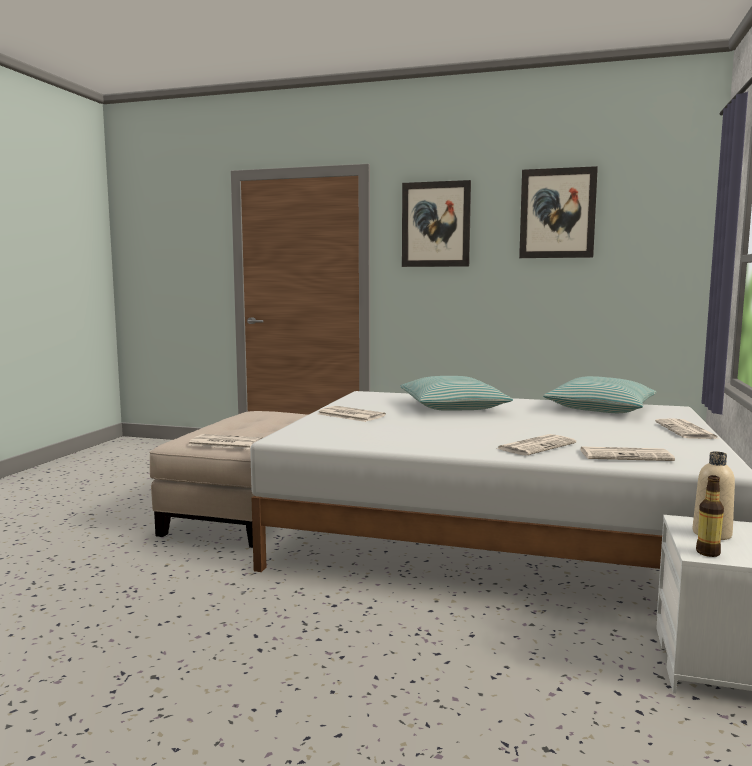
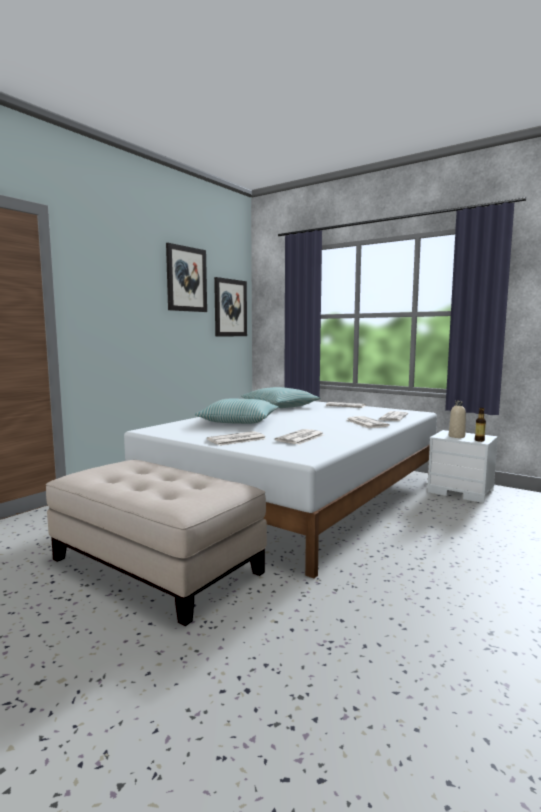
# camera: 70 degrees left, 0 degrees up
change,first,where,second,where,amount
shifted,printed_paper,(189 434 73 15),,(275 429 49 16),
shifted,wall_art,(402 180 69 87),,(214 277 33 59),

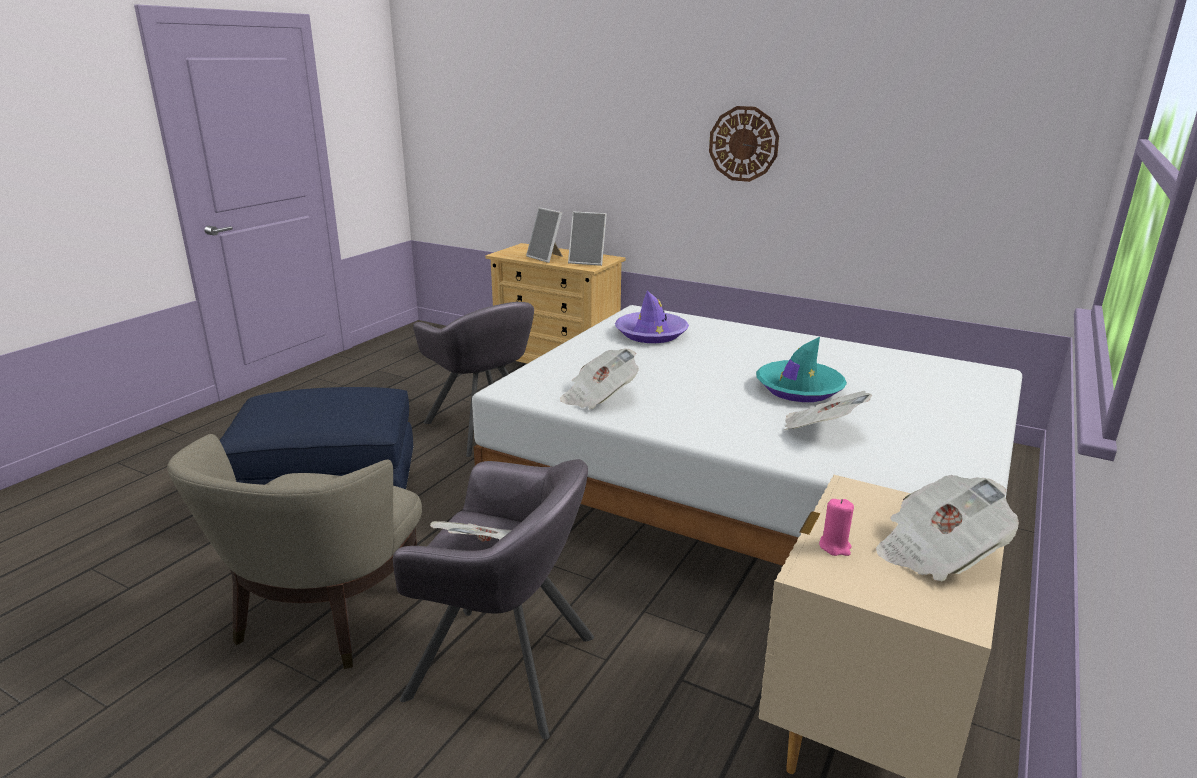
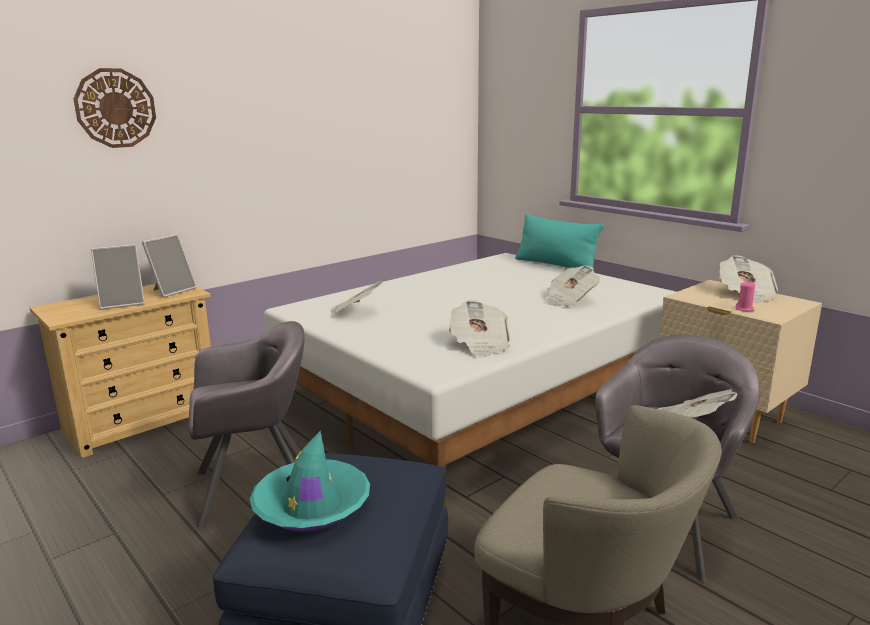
# camera: 70 degrees left, 5 degrees down
change,first,where,second,where,amount
swapped,purplish_wearable_hat,(615 291 74 52),printed_paper,(330 281 53 34),
shifted,hanging_clock,(709 106 70 76),,(73 68 83 80),
shifted,blue-green_wearable_hat,(756 337 91 65),,(250 431 120 101),
new,,,blue-green_throw_pillow,(515 214 89 57),

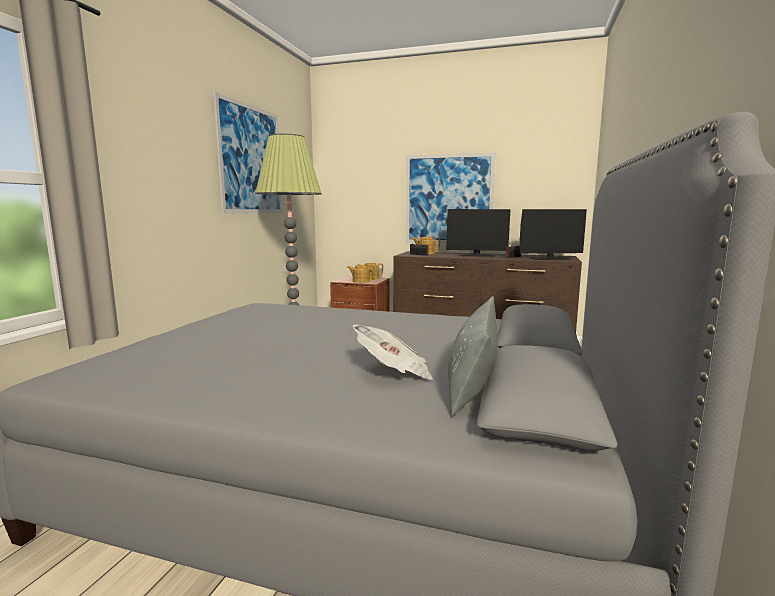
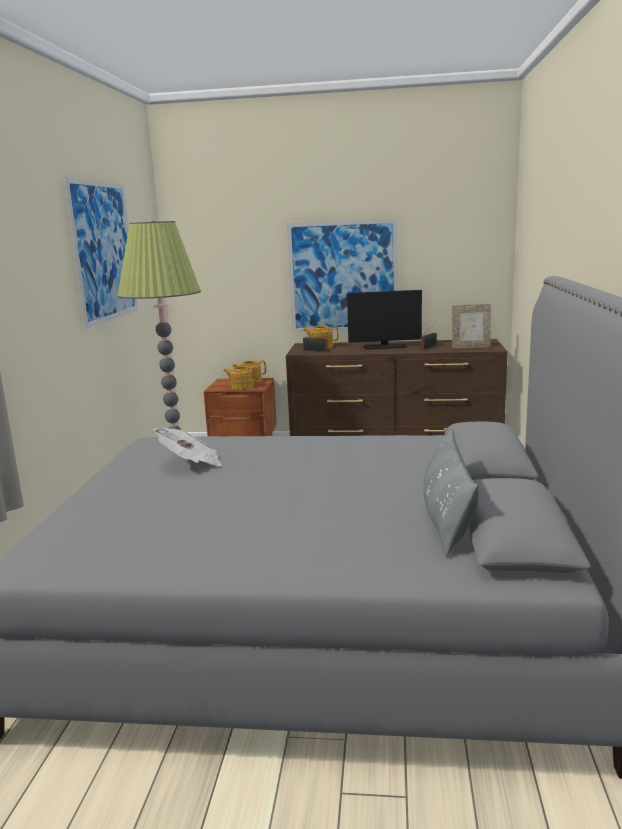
# camera: 10 degrees left, 5 degrees up
change,first,where,second,where,amount
shifted,printed_paper,(352 325 81 55),,(153 428 69 38),
swapped,monitor,(520 209 67 51),photo_frame,(452 304 39 45),

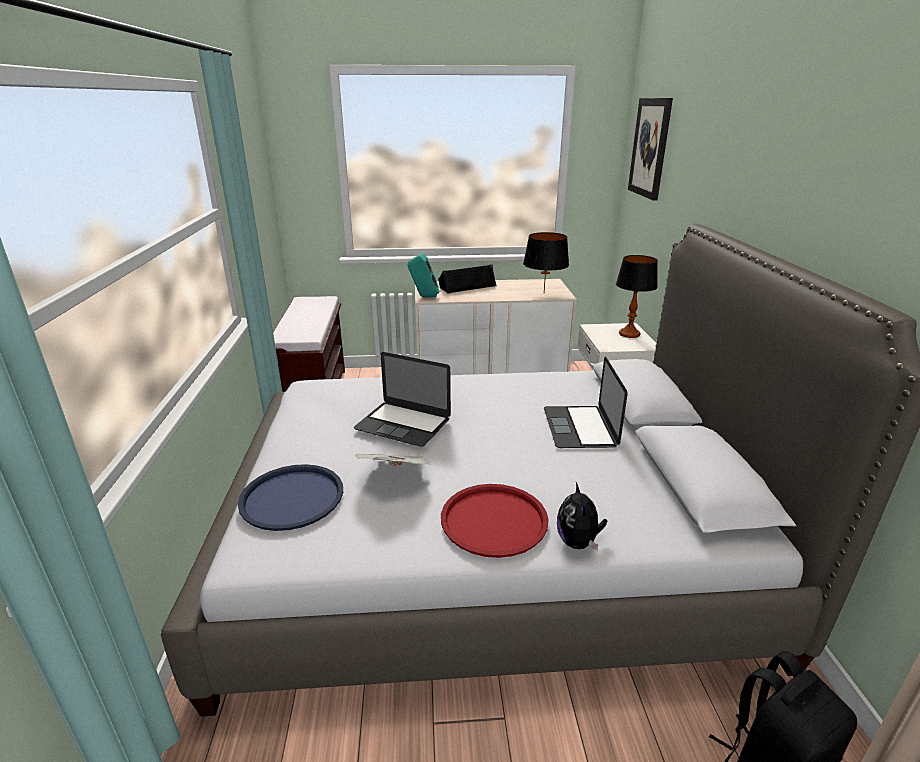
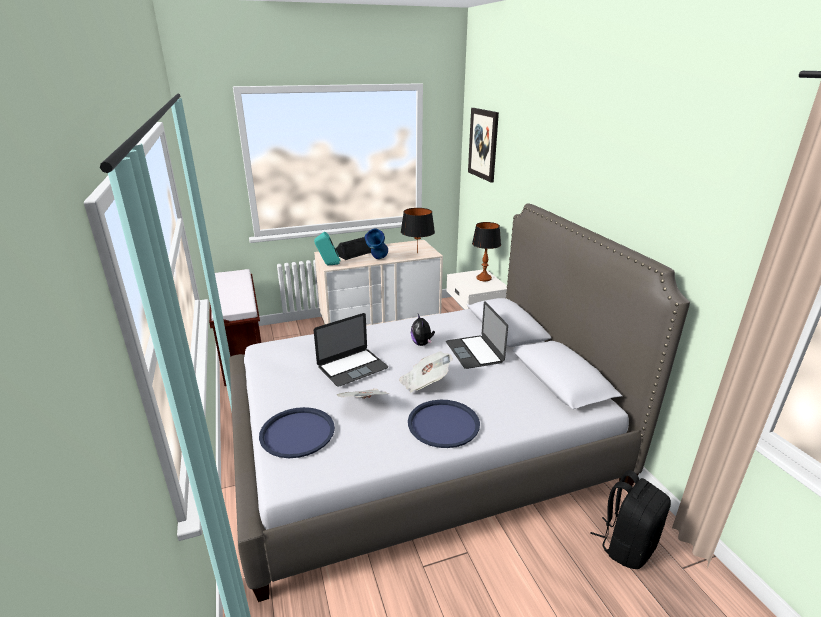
# camera: 15 degrees left, 0 degrees up
change,first,where,second,where,amount
rotated,notebook_computer,(354 352 97 95),,(314 313 74 74),45 degrees counterclockwise
repainted,red-coloured_tray,(441 484 108 74),blue-coloured_tray,(408 400 72 48),
shifted,cuddly_toy,(557 482 50 68),,(411 314 24 32),
new,,,blue-coloured_flower_vase,(365 228 23 31),
new,,,printed_paper,(399 351 54 42),

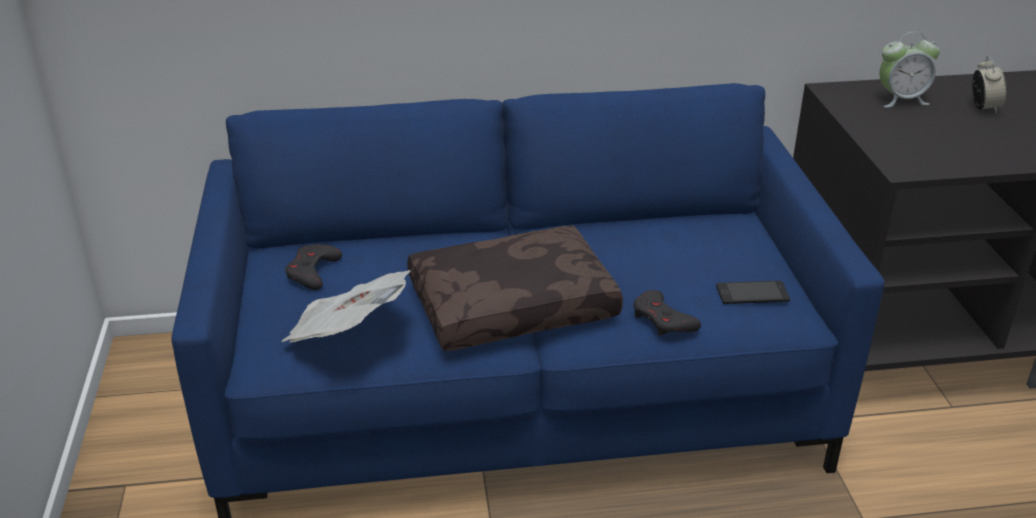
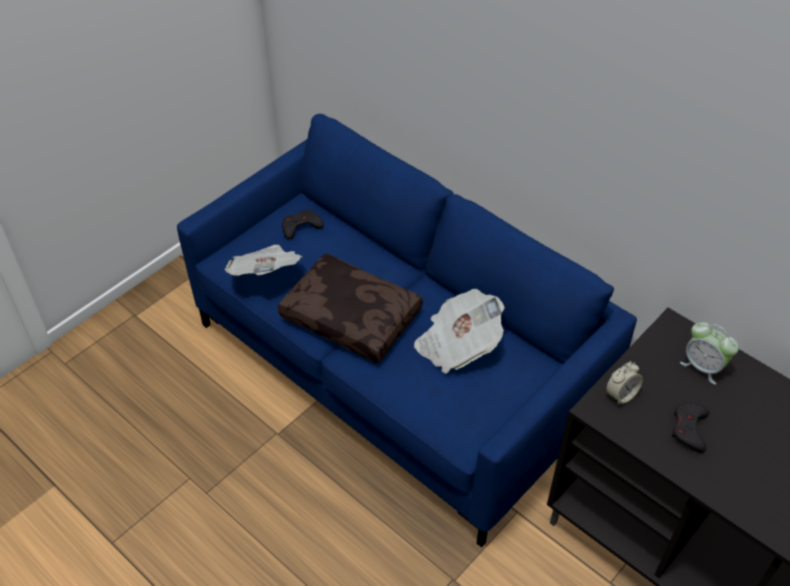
# camera: 50 degrees right, 15 degrees up
change,first,where,second,where,amount
shifted,blackish_gamepad,(633 290 68 46),,(672 403 37 50),
gone,telephone,(716 281 74 23),,,
shifted,table_clock,(972 56 34 58),,(606 361 37 44),
new,,,printed_paper,(414 289 91 85),

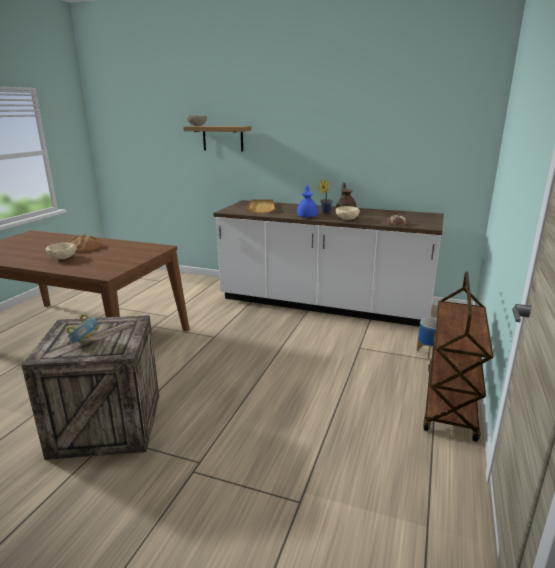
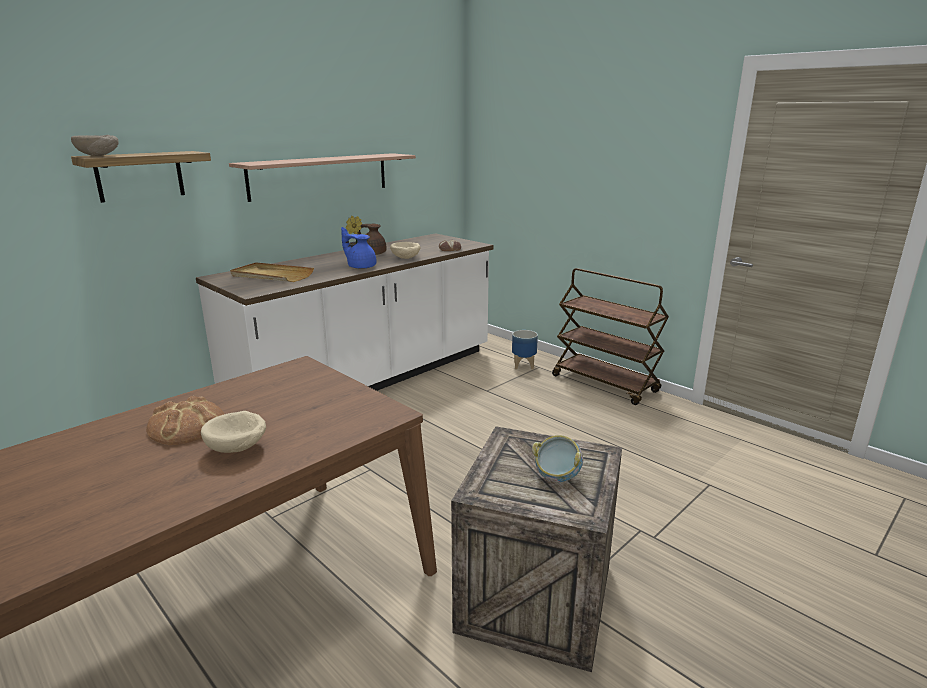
# camera: 65 degrees left, 0 degrees up
change,first,where,second,where,amount
new,,,wall_shelf,(229 153 187 49),

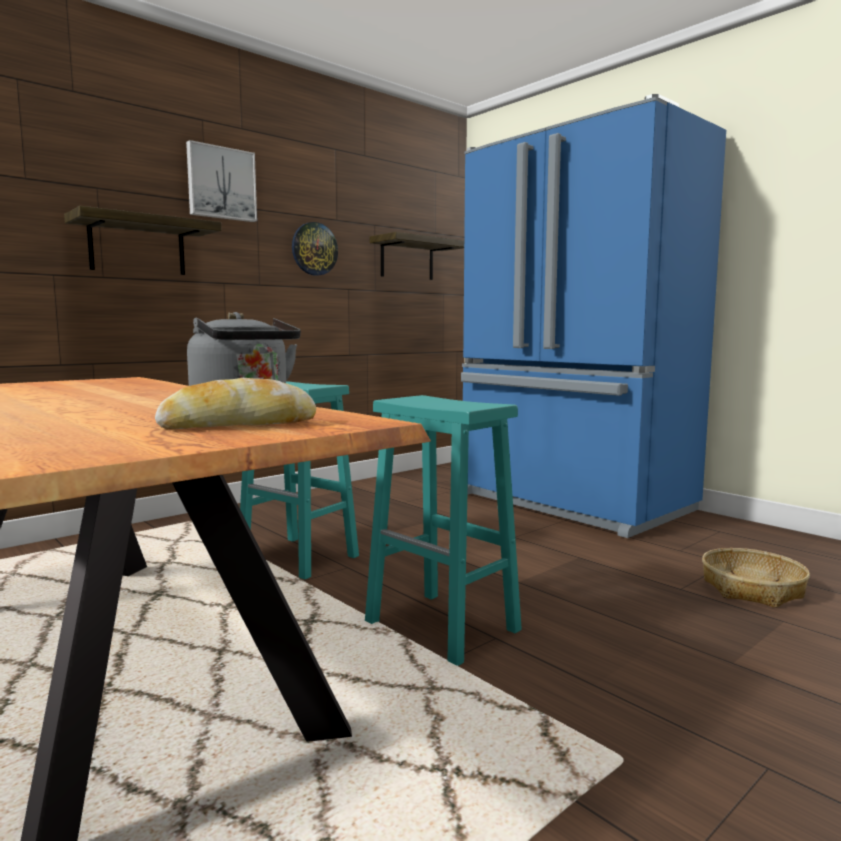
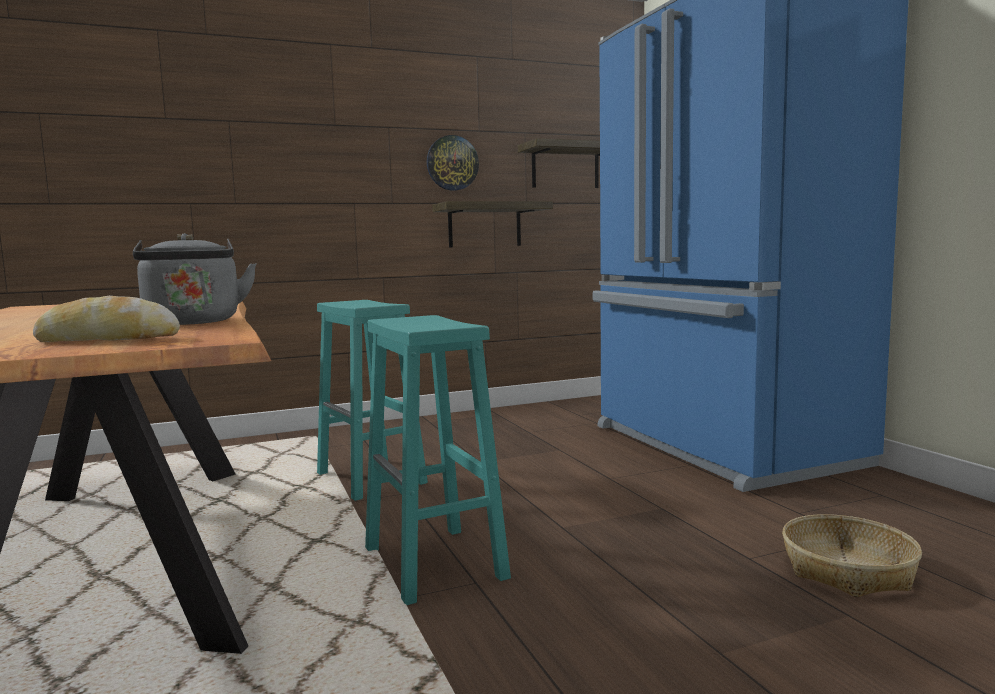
# camera: 20 degrees right, 0 degrees up
change,first,where,second,where,amount
shifted,wall_shelf,(64 206 158 69),,(432 201 121 46),
gone,wall_art,(186 140 71 82),,,

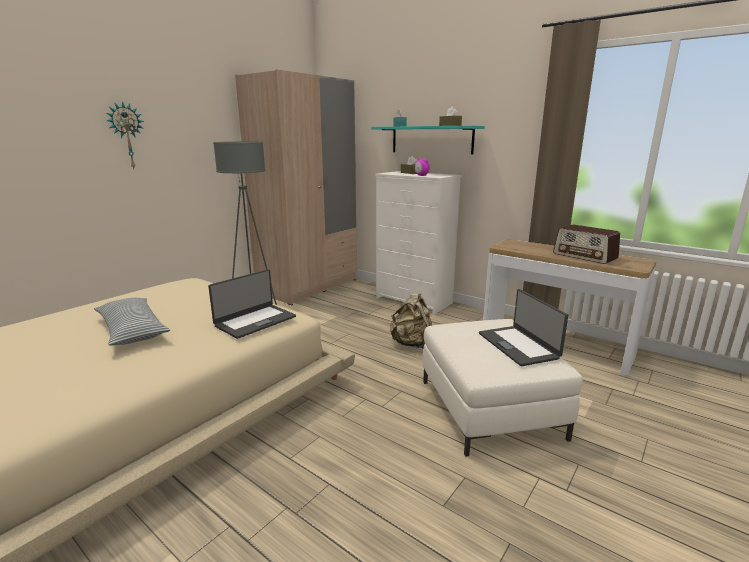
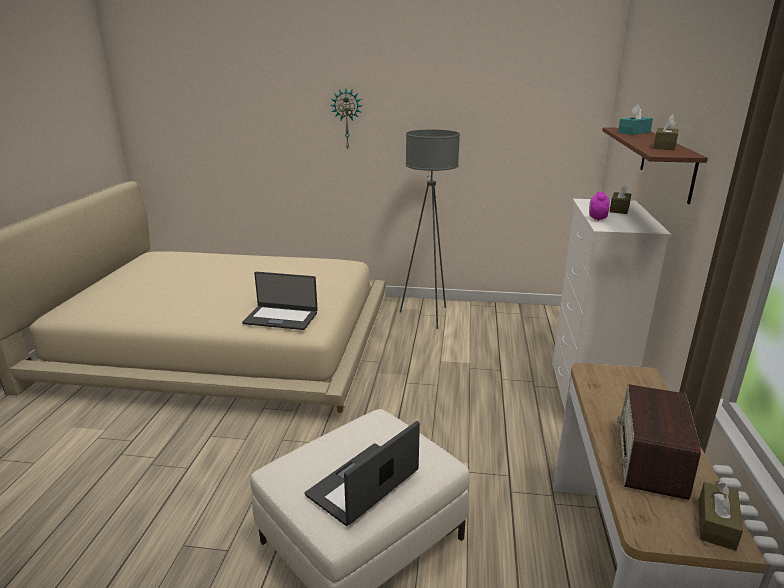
# camera: 60 degrees right, 5 degrees up
change,first,where,second,where,amount
gone,throw_pillow,(94 298 76 48),,,
gone,beige_clothes_cupboard,(235 69 122 236),,,
repainted,blue-green_wall_shelf,(371 126 114 29),brownish_wall_shelf,(602 127 106 77),
gone,beige_knapsack,(390 293 42 55),,,
new,,,brownish_box_of_tissues,(699 481 44 70),

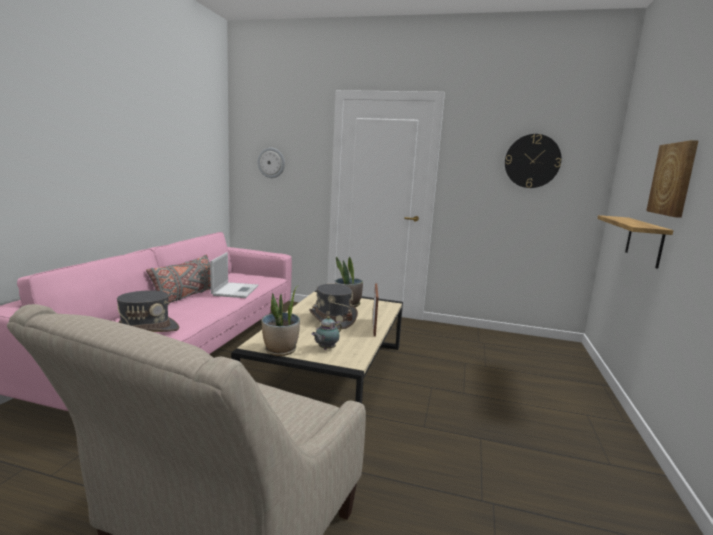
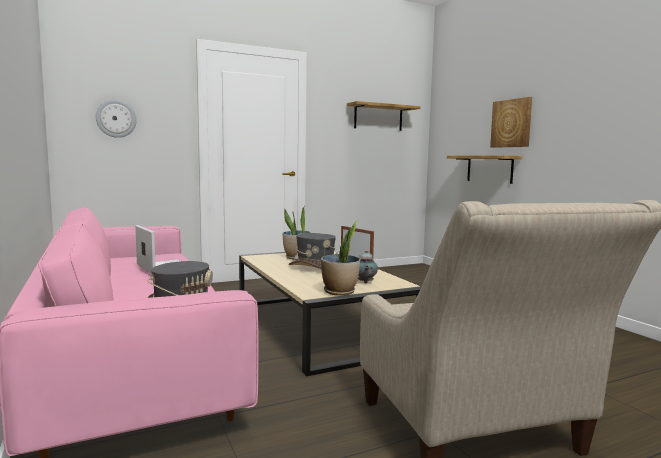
# camera: 40 degrees left, 5 degrees down
change,first,where,second,where,amount
gone,greyish_throw_pillow,(146 255 65 48),,,
swapped,hanging_clock,(505 134 57 54),wall_shelf,(347 101 74 30),

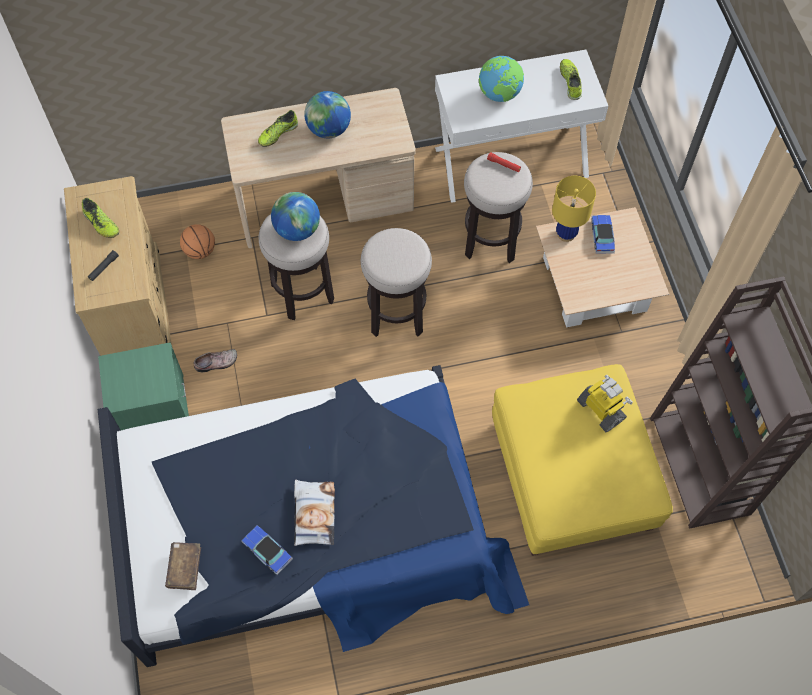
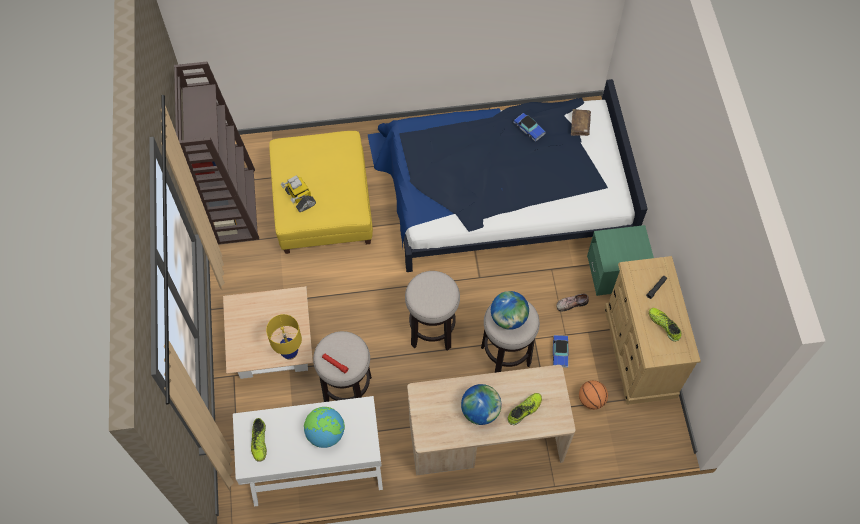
# camera: 175 degrees left, 0 degrees up
change,first,where,second,where,amount
gone,throw_pillow,(294 479 41 67),,,
shifted,model_car,(591 215 24 39),,(553 335 15 33),

